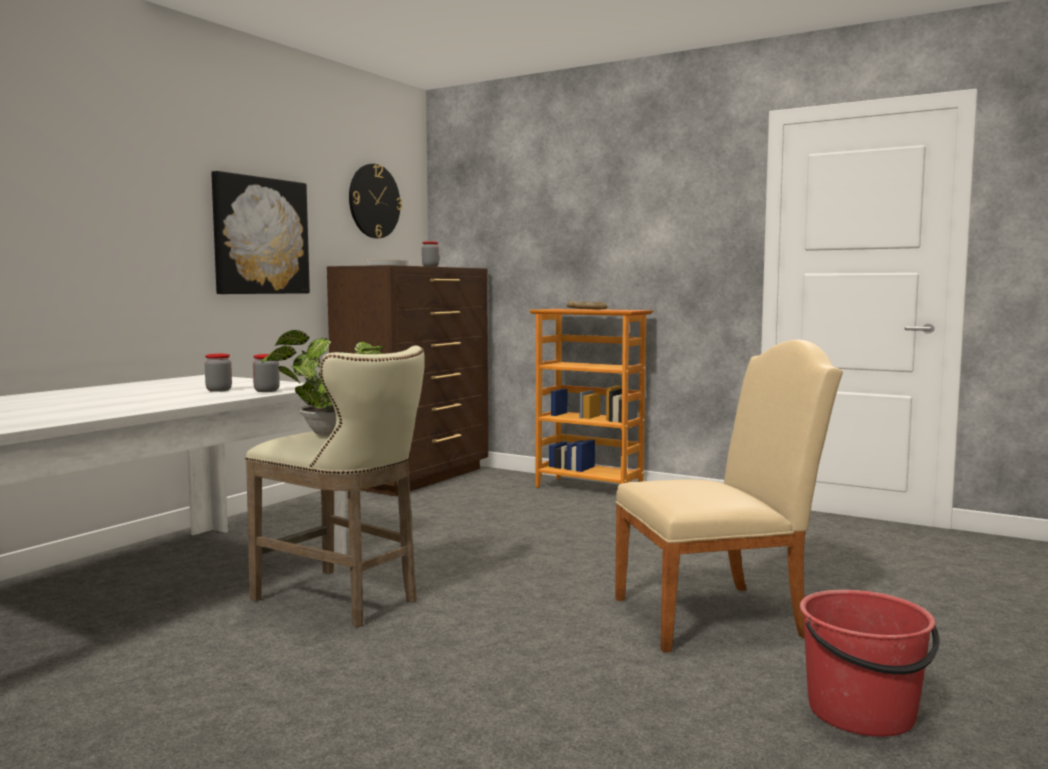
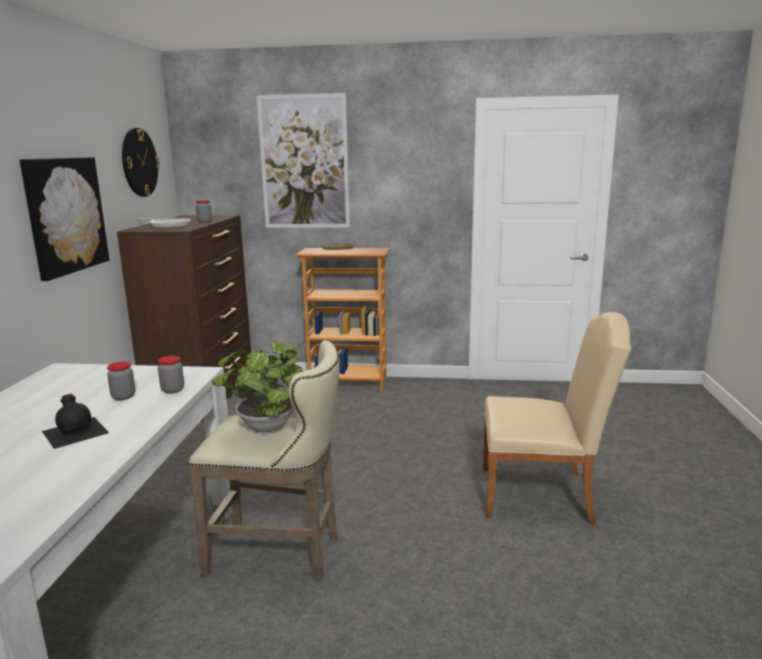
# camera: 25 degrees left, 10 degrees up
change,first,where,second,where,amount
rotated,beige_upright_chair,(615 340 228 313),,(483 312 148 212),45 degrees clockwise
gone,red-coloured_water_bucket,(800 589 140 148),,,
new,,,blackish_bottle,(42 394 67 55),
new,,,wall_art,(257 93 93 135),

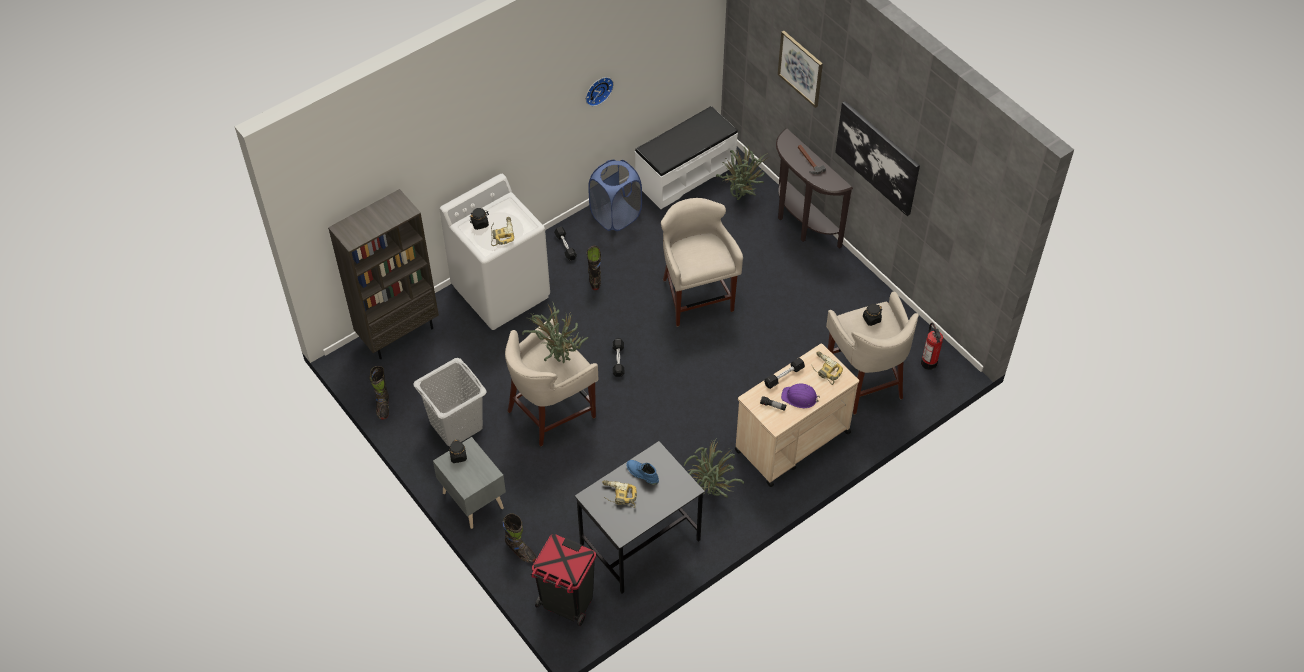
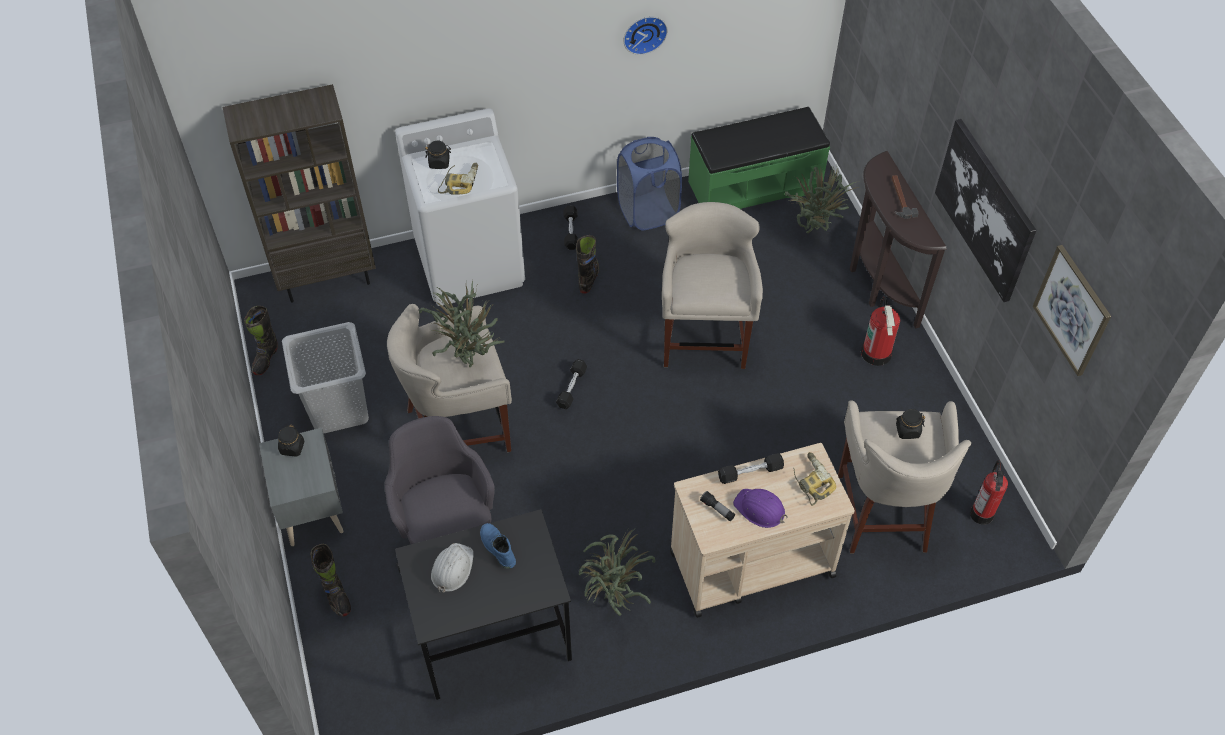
# camera: 20 degrees right, 0 degrees up
change,first,where,second,where,amount
gone,blackish_waste_bin,(531 534 65 92),,,
swapped,power_drill,(602 480 35 28),white_work_helmet,(431 543 43 50),
repainted,white_bench,(635 106 103 103),green-coloured_bench,(688 107 142 102),
shifted,wall_art,(778 31 45 77),,(1033 245 78 131),
new,,,greyish_office_chair,(385 416 110 157),
new,,,extinguisher,(861 297 39 69),

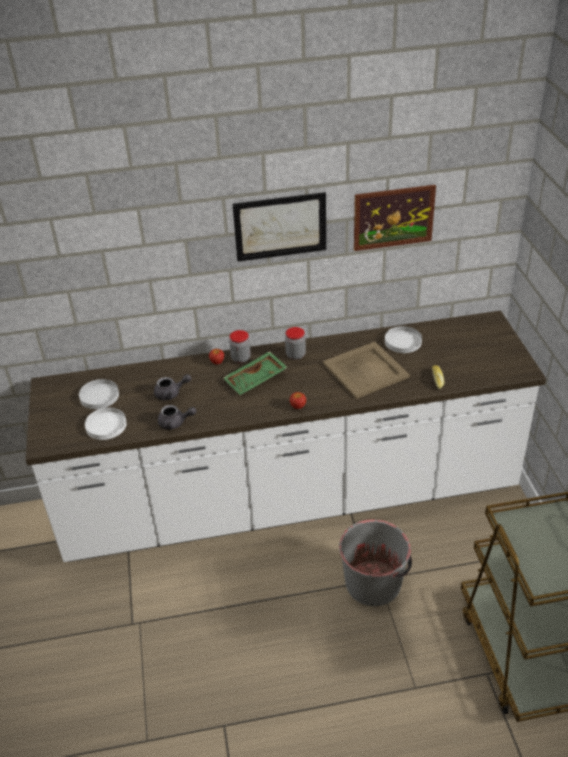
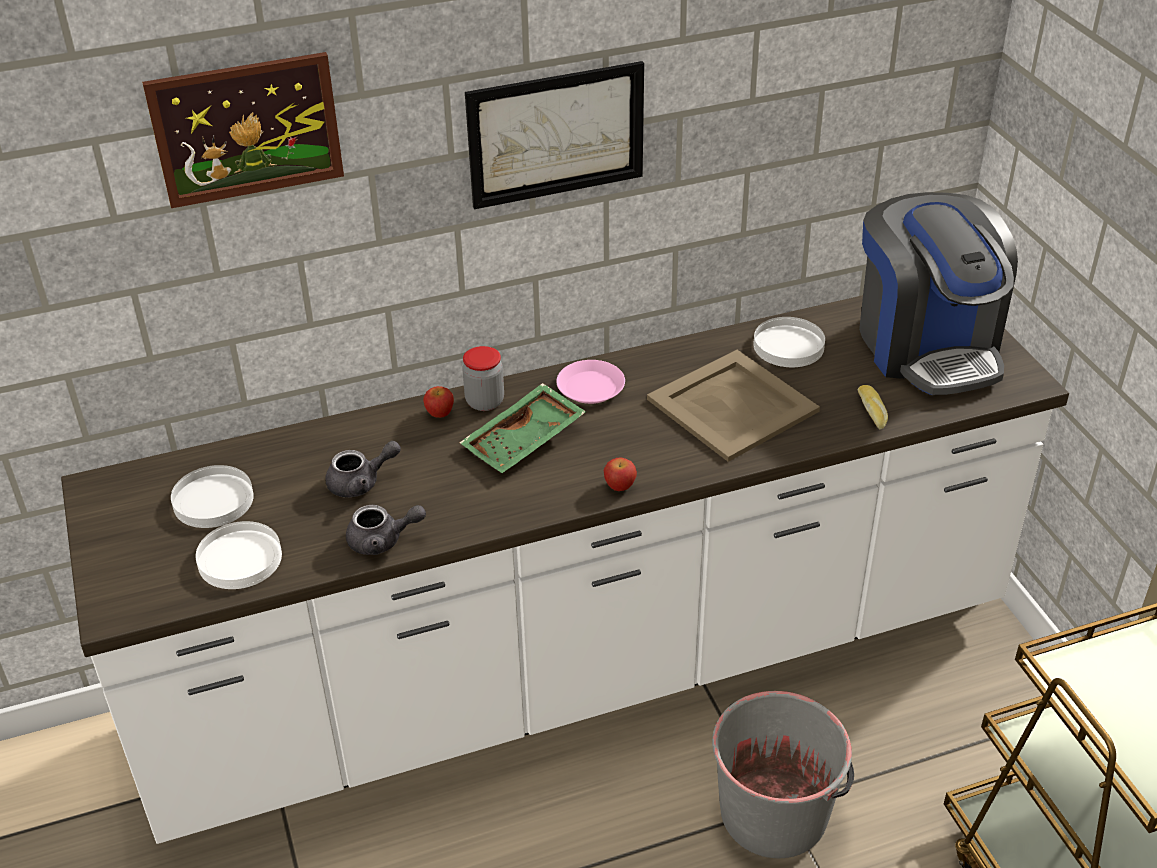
# camera: 10 degrees left, 0 degrees up
change,first,where,second,where,amount
swapped,jar,(285 327 21 33),pinkish_plate,(556 360 69 44),
shifted,wall_art,(354 185 82 66),,(142 52 202 156),
new,,,coffee_machine,(859 192 159 203),

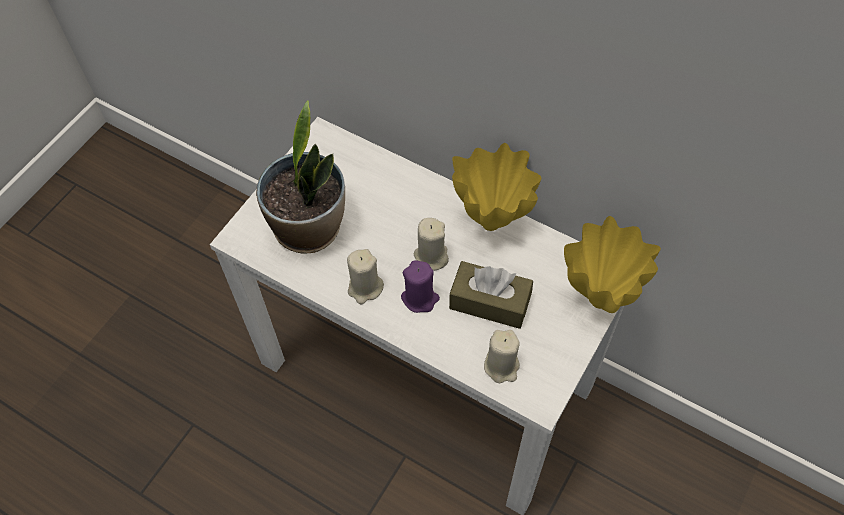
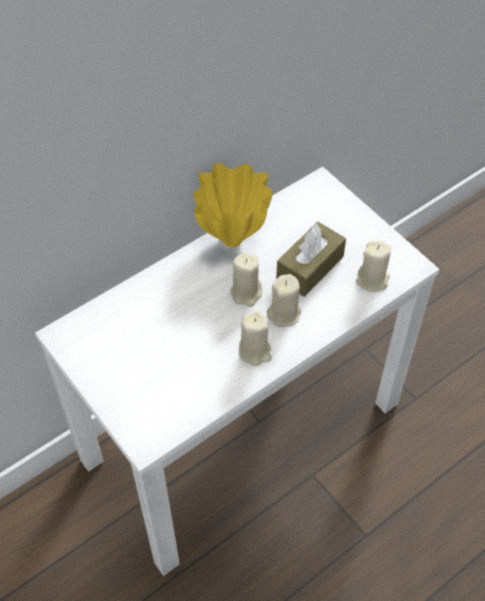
# camera: 70 degrees left, 5 degrees down
change,first,where,second,where,amount
gone,potted_plant,(256 101 89 152),,,
repainted,purplish_candle,(401 260 39 53),beige_candle,(267 274 34 53),
gone,yellowish_flower_vase,(564 216 97 97),,,

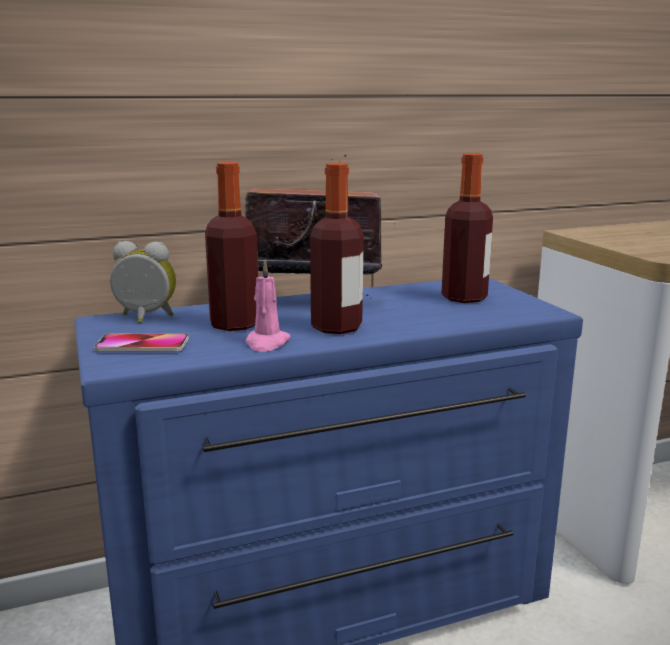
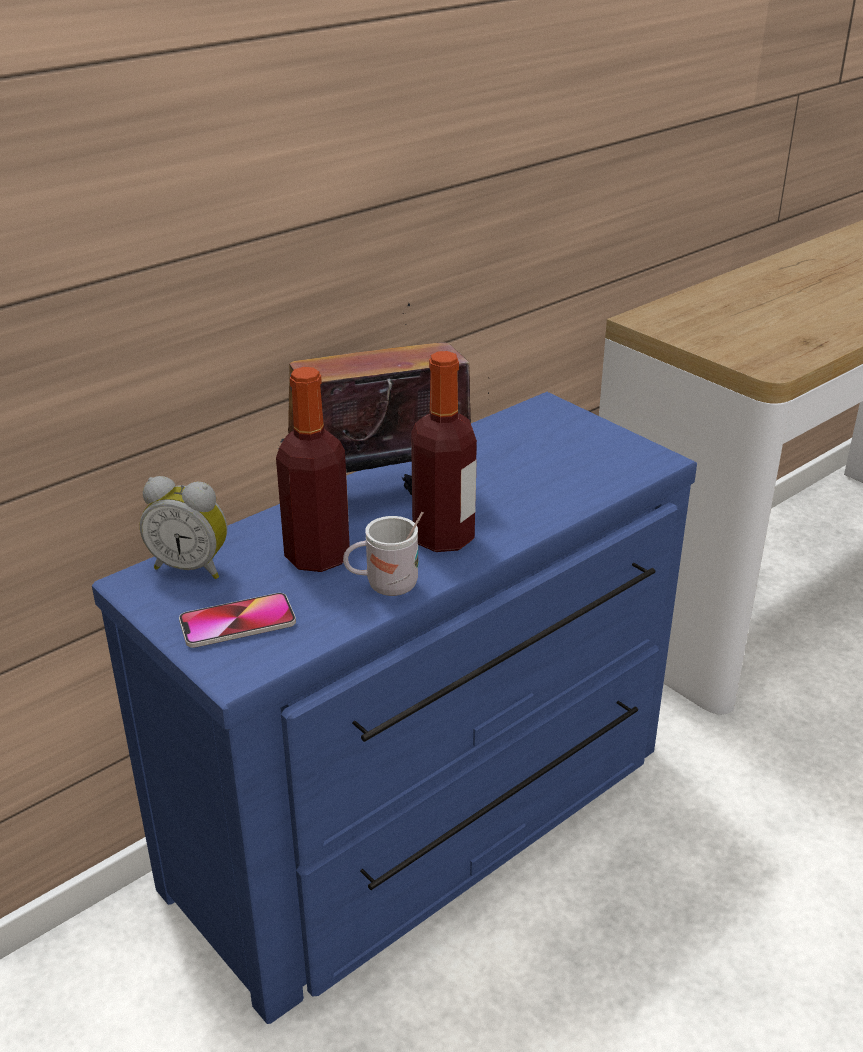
# camera: 20 degrees left, 15 degrees up
change,first,where,second,where,amount
rotated,table_clock,(110 241 66 82),,(140 476 87 103),150 degrees counterclockwise
swapped,pinkish_candle,(245 260 46 92),white_tea_mug,(343 512 80 84),
gone,bottle,(442 153 51 150),,,

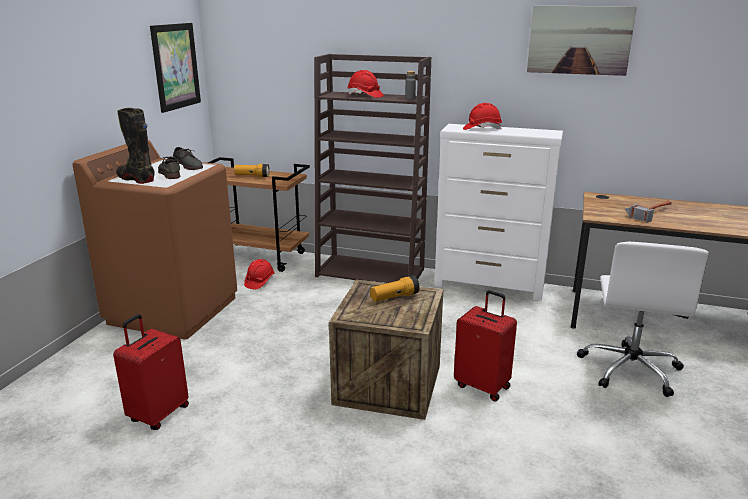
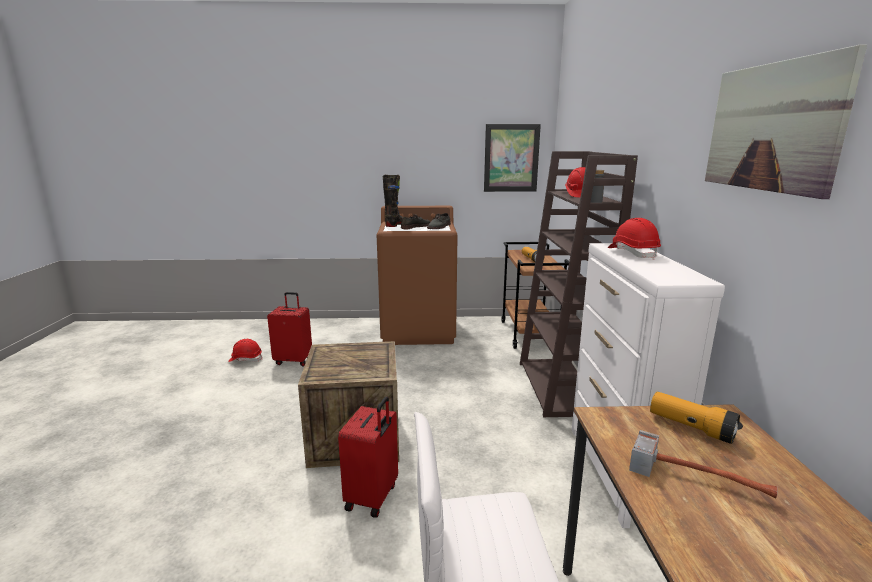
# camera: 70 degrees right, 5 degrees down
change,first,where,second,where,amount
shifted,red-coloured_work_helmet,(244 259 31 30),,(228 339 35 23),
shifted,hand_torch,(370 275 50 27),,(650 392 90 52),

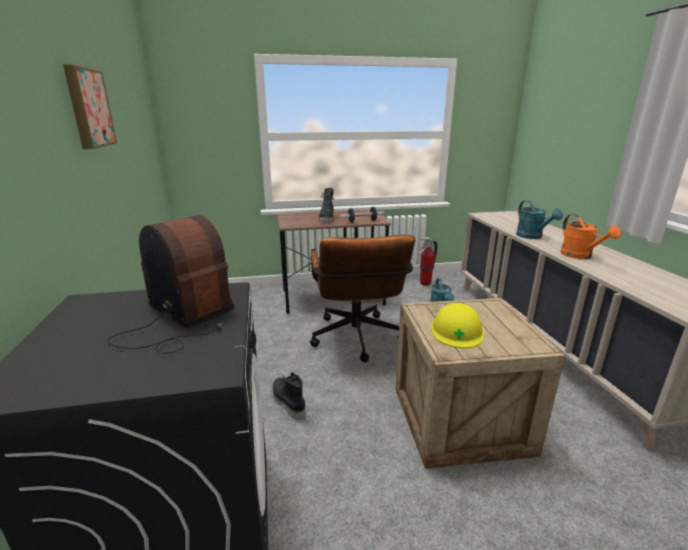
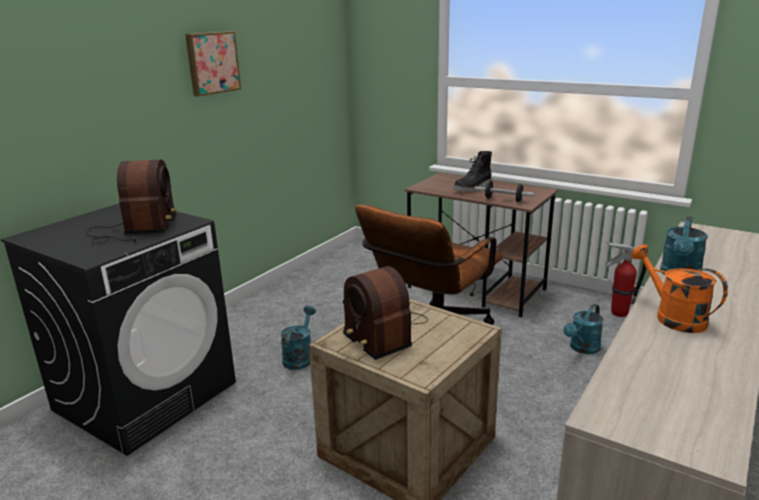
# camera: 45 degrees right, 0 degrees up
change,first,where,second,where,amount
swapped,blackish_tall_boot,(272 372 34 48),blue-green_watering_pot,(281 306 35 64),
swapped,yellowish_work_helmet,(431 303 53 45),radio,(343 266 85 94),
rotated,orangey_watering_pot,(560 214 61 45),,(631 244 97 89),120 degrees clockwise

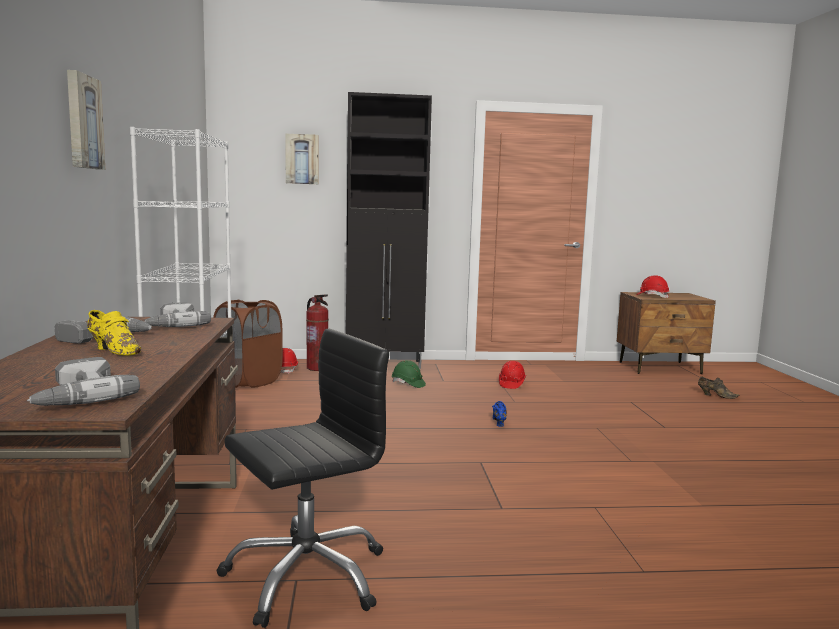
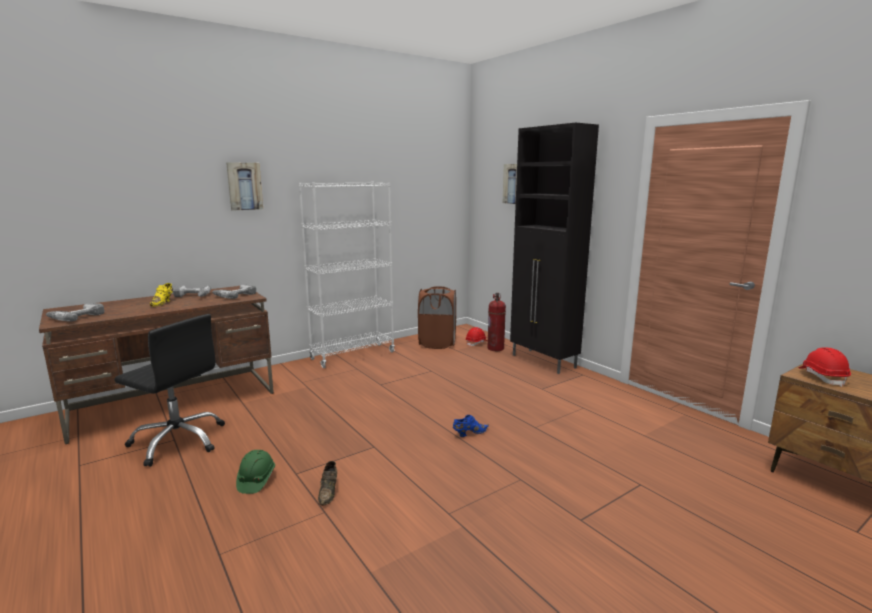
# camera: 60 degrees right, 5 degrees up
change,first,where,second,where,amount
shifted,green-coloured_work_helmet,(392 360 34 28),,(236 450 39 44),
gone,red-coloured_work_helmet,(499 361 27 28),,,
shifted,brownish_low_shoe,(698 376 41 23),,(318 461 19 45),

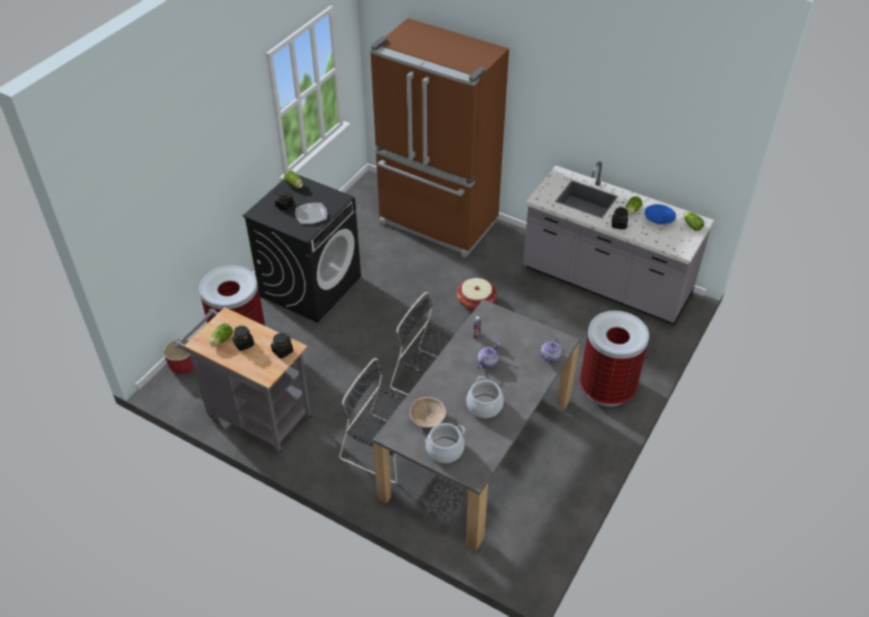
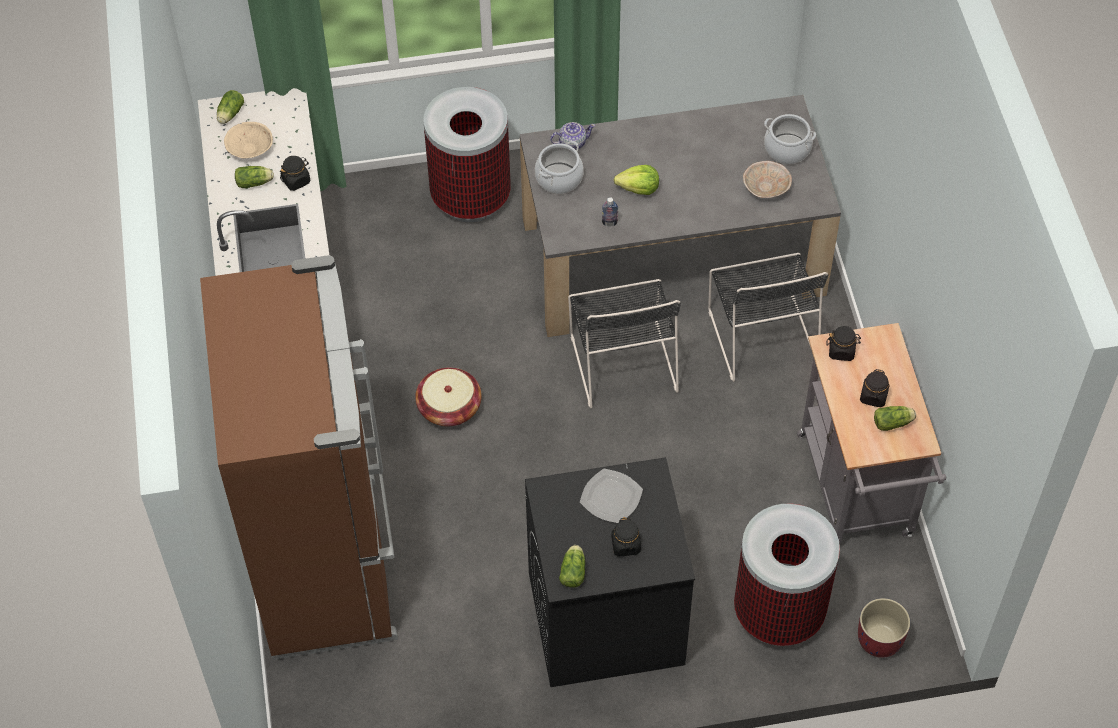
# camera: 130 degrees left, 10 degrees up
change,first,where,second,where,amount
shifted,saucepot,(467 376 37 42),,(535 141 49 53),
swapped,tea_pot,(477 343 22 25),lettuce_head,(614 165 45 30),
repainted,blue-coloured_bowl,(645 204 31 20),beige_bowl,(224 122 49 36),

